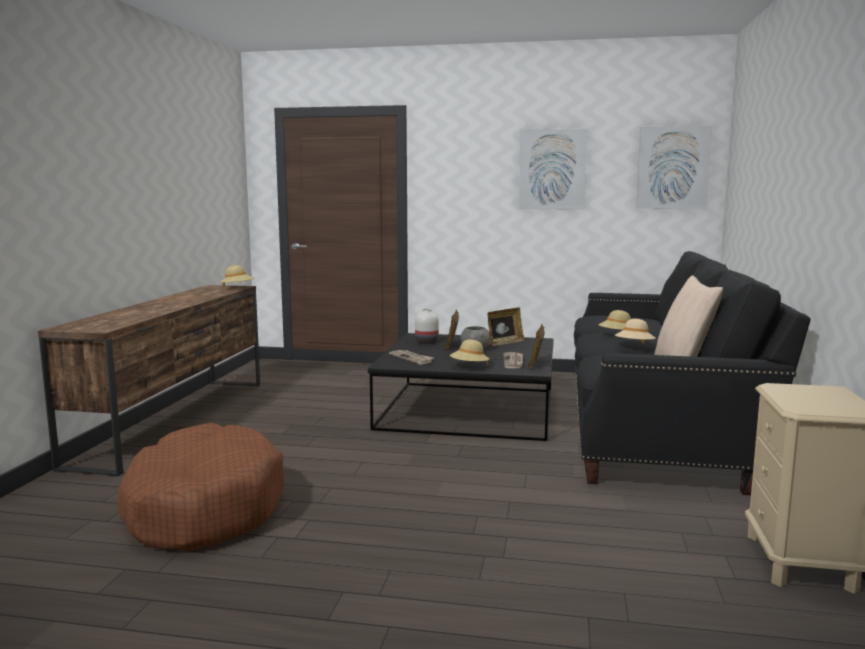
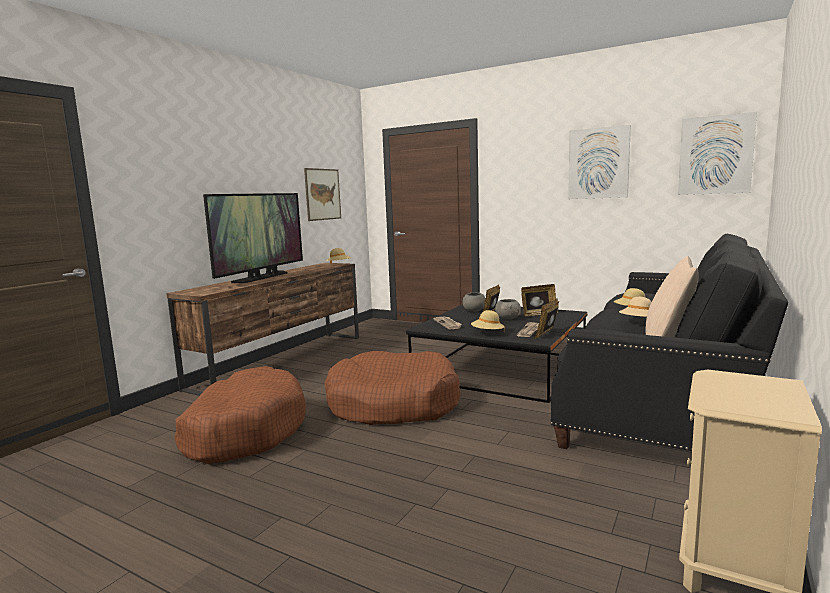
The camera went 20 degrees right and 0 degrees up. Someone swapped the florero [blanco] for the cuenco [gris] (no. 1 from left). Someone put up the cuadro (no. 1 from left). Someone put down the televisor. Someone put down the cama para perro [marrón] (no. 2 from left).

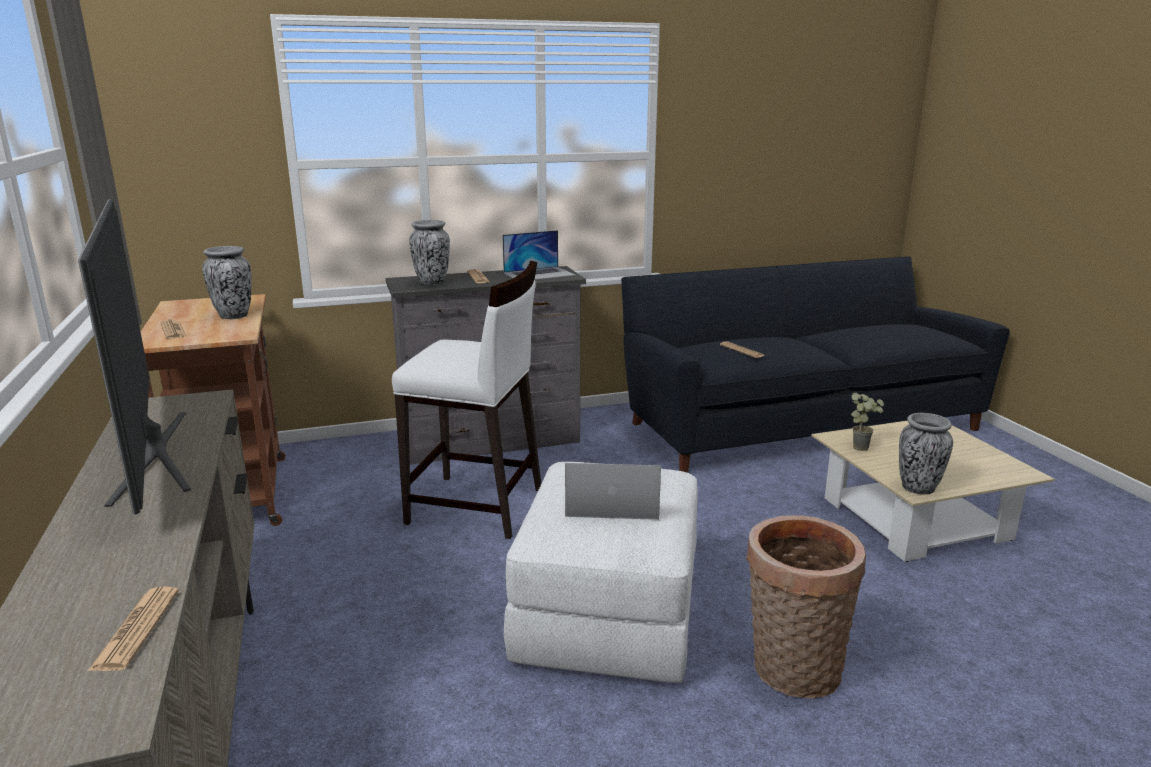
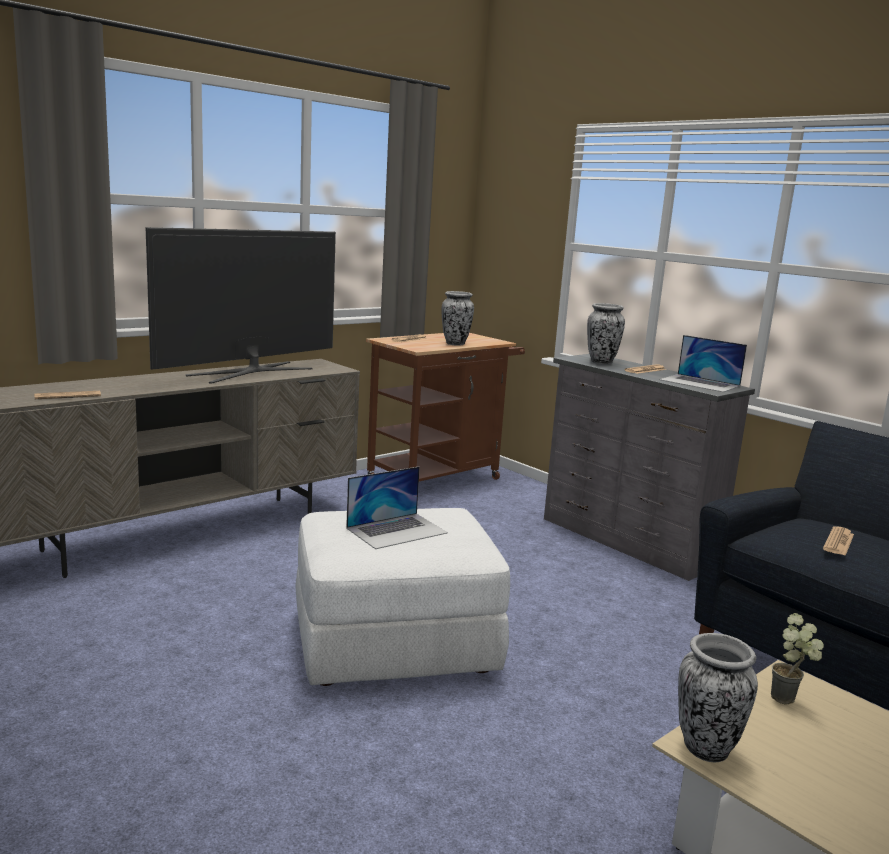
The camera went 65 degrees right and 5 degrees down. Someone took away the taburete [blanco]. Someone rotated the portátil (no. 2 from left in the first image) by 75 degrees clockwise. Someone took away the cesta.

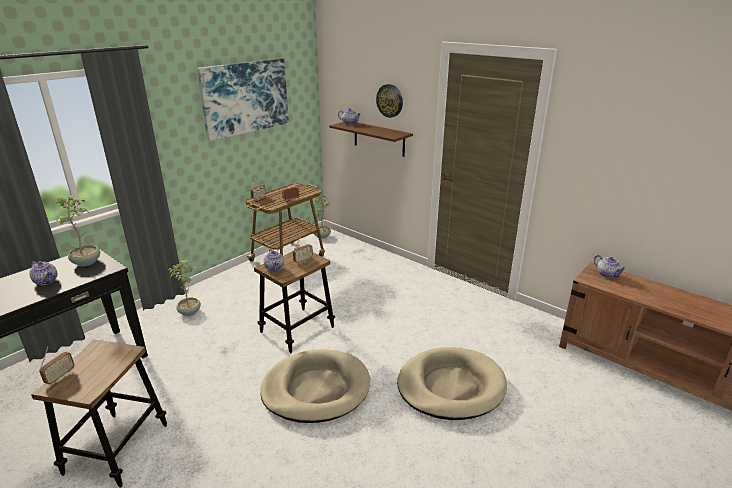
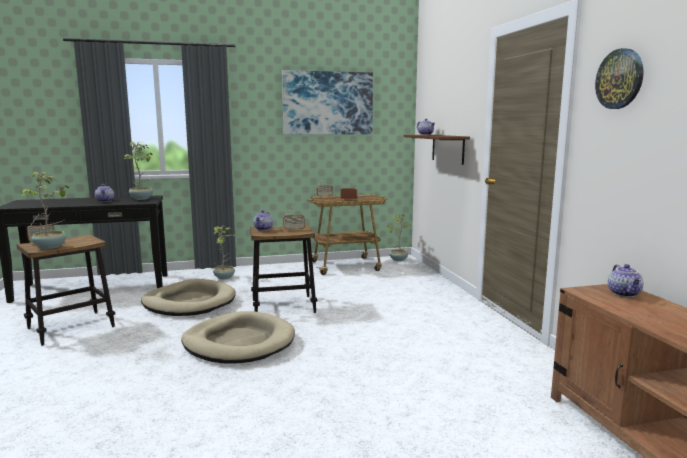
The camera went 35 degrees right and 15 degrees down. Someone carried the reloj de pared. Someone carried the cama para perro [beis] (no. 2 from left in the first image). Someone put down the planta en maceta (no. 1 from left).

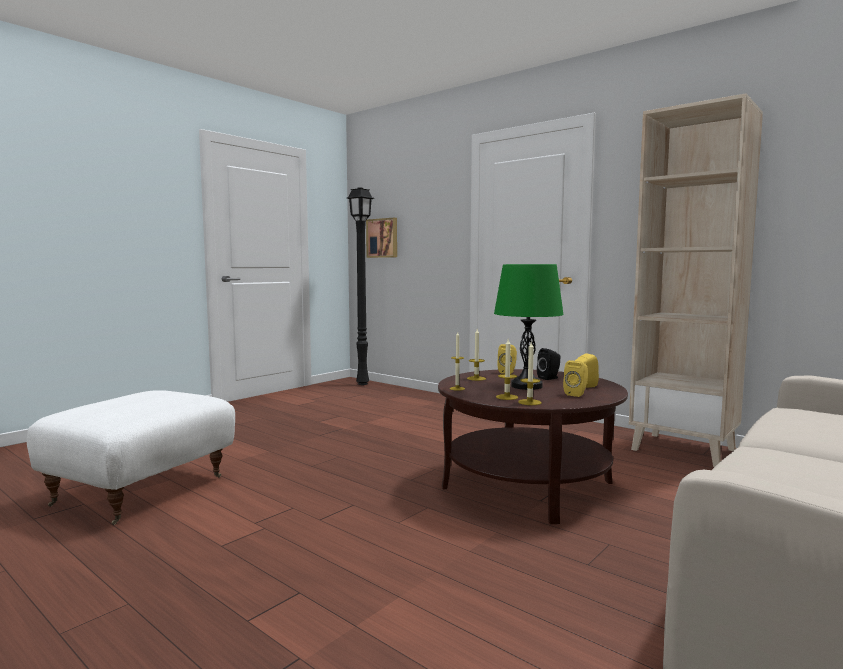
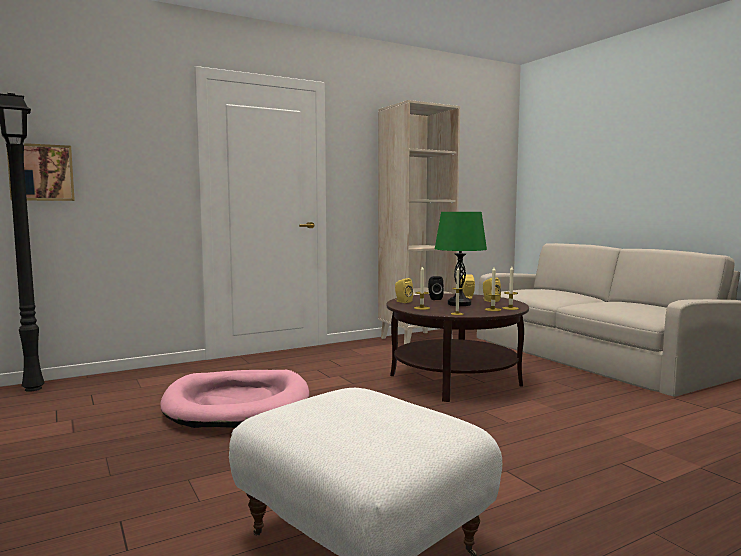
The camera went 70 degrees left and 0 degrees up. Someone put down the cama para perro [rosa].

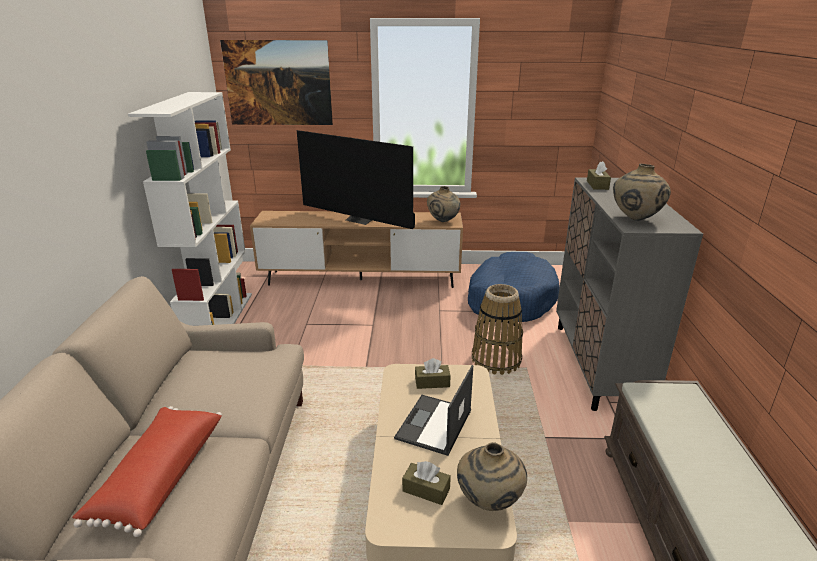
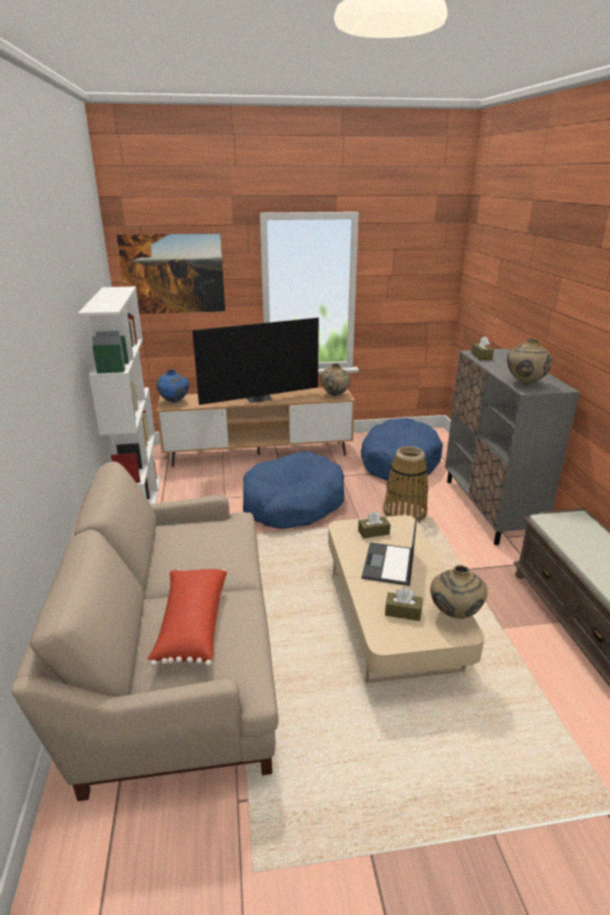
The camera went 10 degrees left and 0 degrees up. Someone rotated the televisor by 45 degrees counterclockwise. Someone put down the florero [azul]. Someone put down the cama para perro [azul] (no. 1 from left).

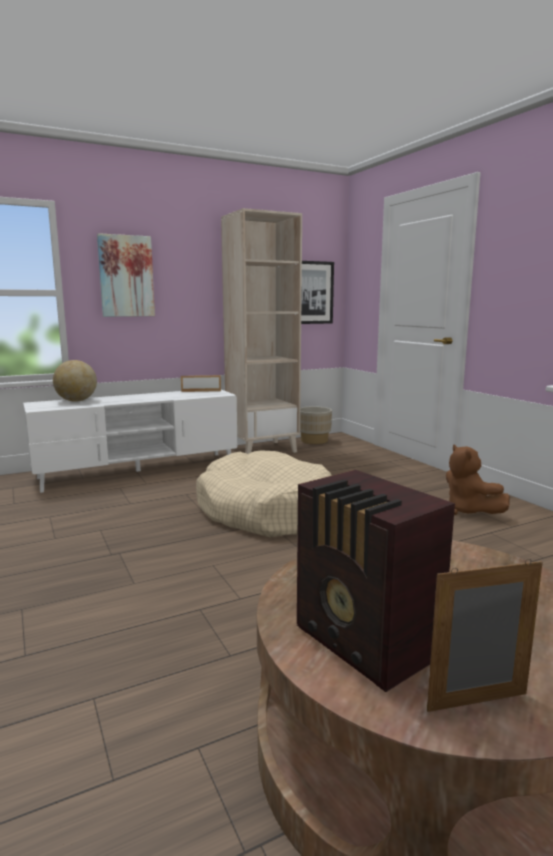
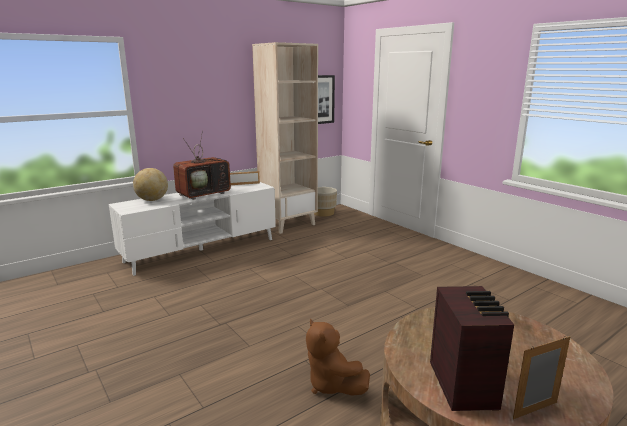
The camera went 10 degrees left and 5 degrees up. Someone took away the cuadro (no. 1 from left). Someone carried the peluche [marrón]. Someone took away the cama para perro [beis]. Someone rotated the radio by 135 degrees counterclockwise. Someone put down the televisor.

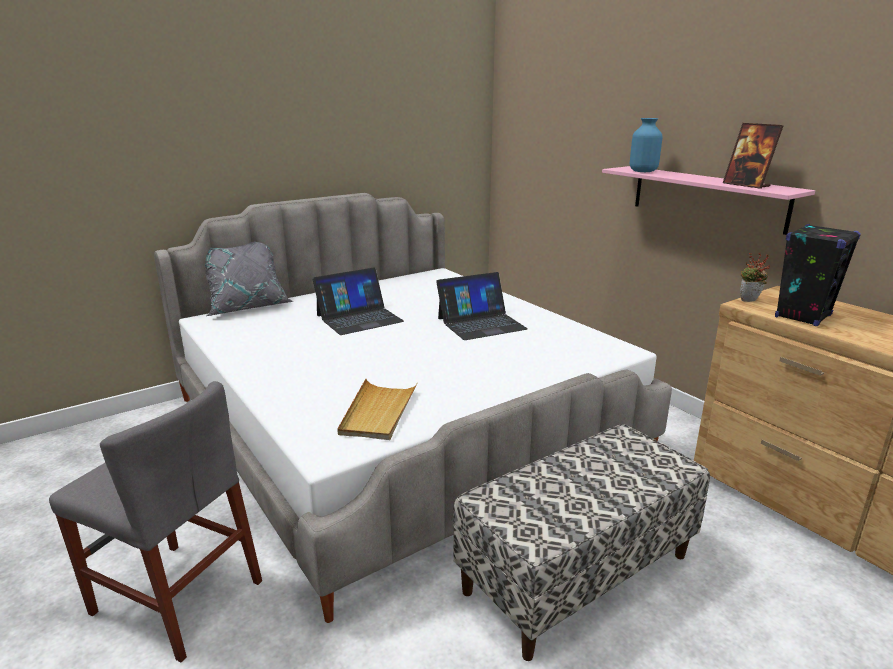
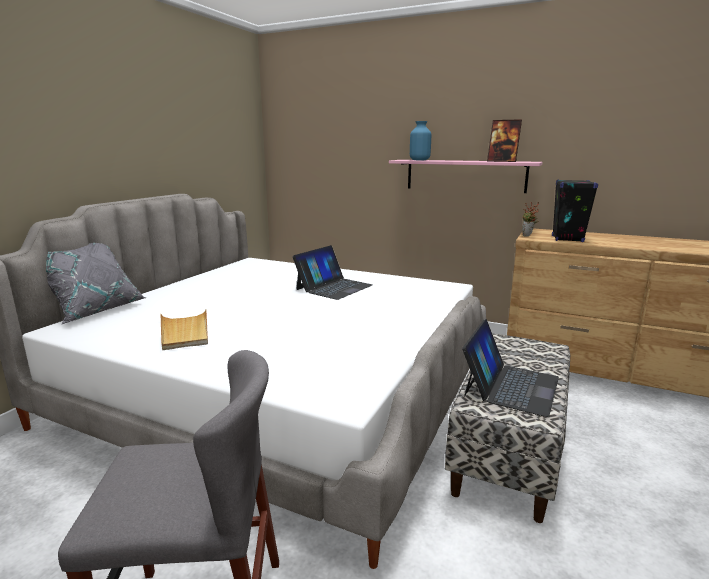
The camera went 30 degrees left and 5 degrees down. Someone carried the portátil (no. 1 from left in the first image). Someone carried the bandeja [beis].

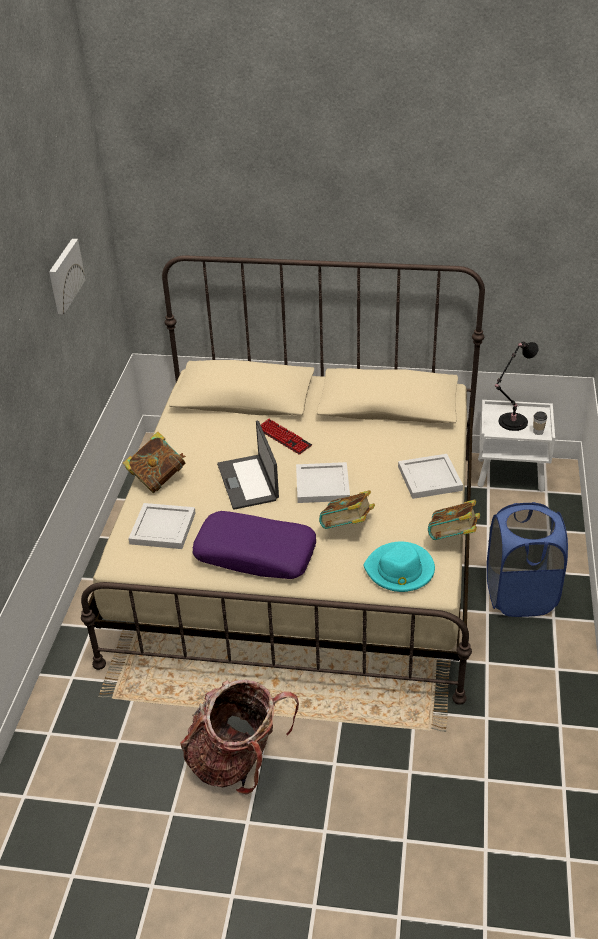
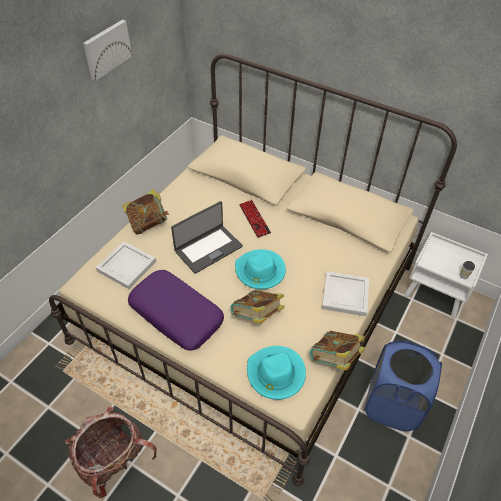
The camera went 20 degrees right and 10 degrees up. Someone took away the lámpara de mesa [negro]. Someone rotated the portátil by 135 degrees counterclockwise. Someone swapped the bandeja [blanco] (no. 2 from left) for the sombrero [turquesa] (no. 1 from left).

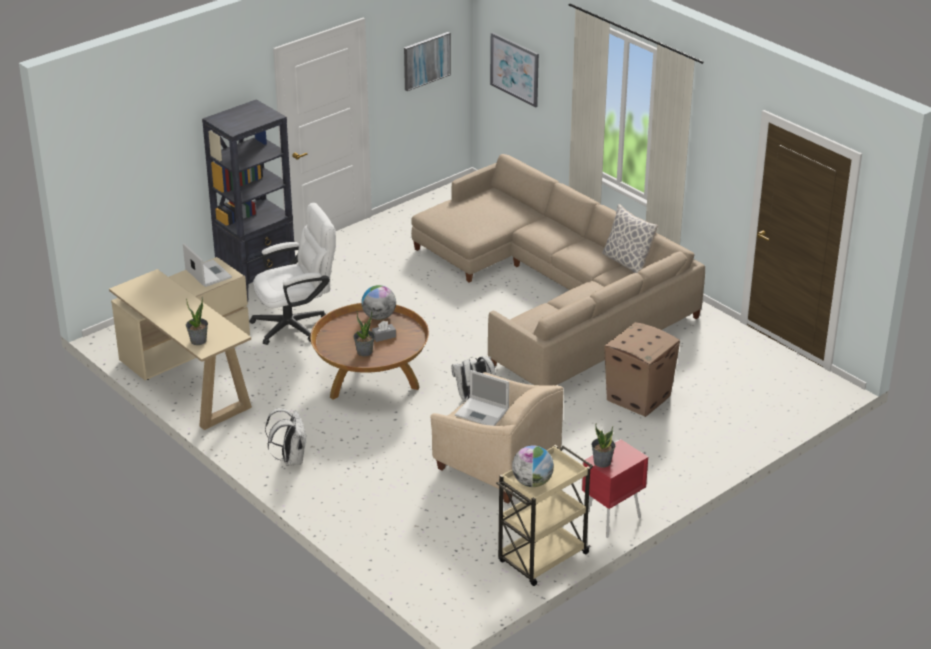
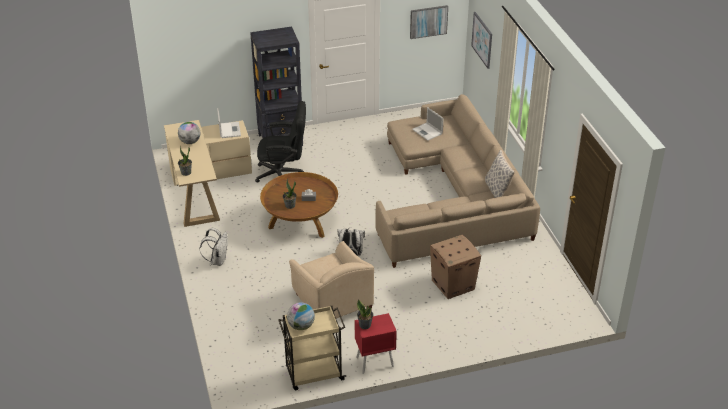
The camera went 25 degrees right and 5 degrees up. Someone repainted the silla de oficina [blanco], which became the silla de oficina [negro]. Someone carried the globo terráqueo (no. 1 from left). Someone carried the portátil (no. 2 from left).

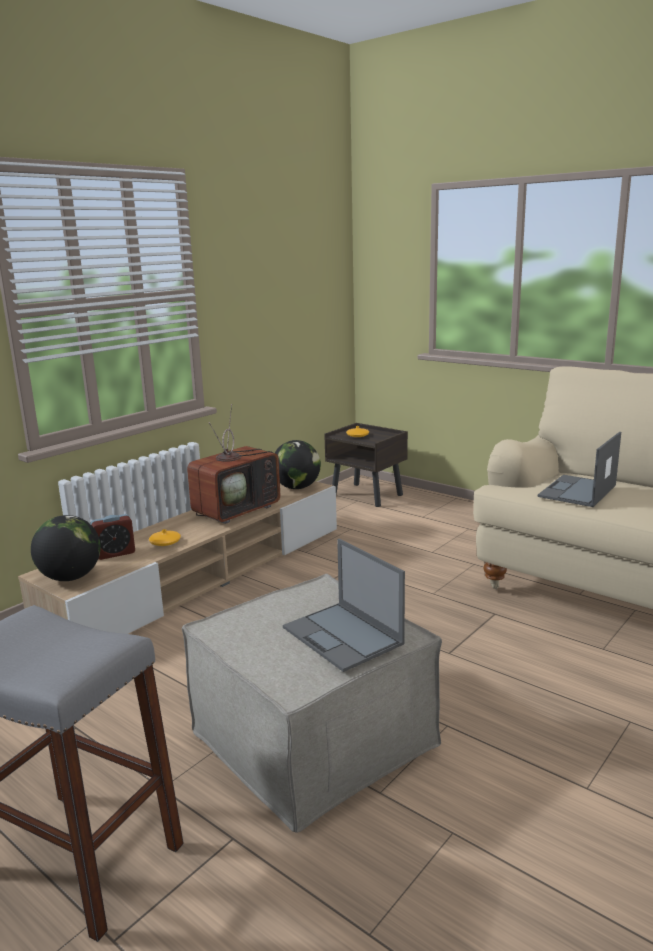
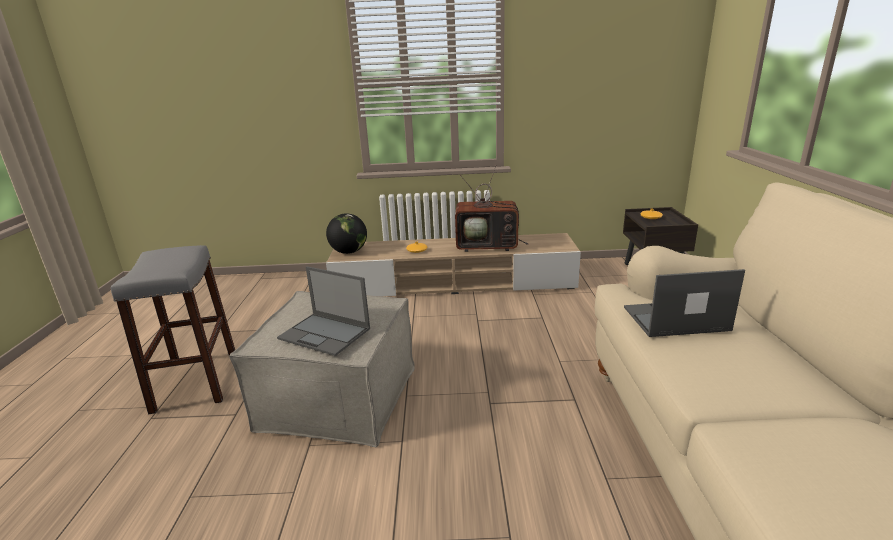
The camera went 50 degrees right and 5 degrees up. Someone took away the globo terráqueo (no. 2 from left). Someone took away the despertador. Someone rotated the portátil (no. 1 from left) by 75 degrees counterclockwise.

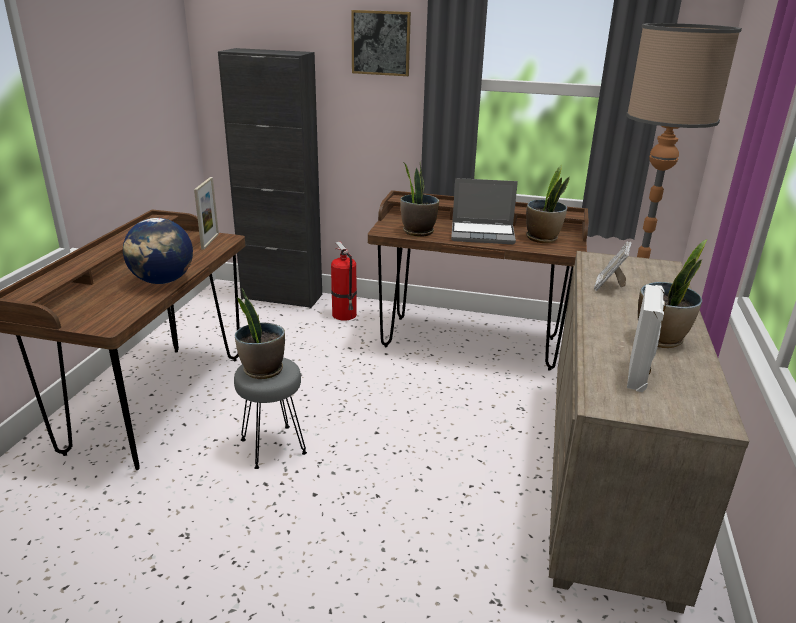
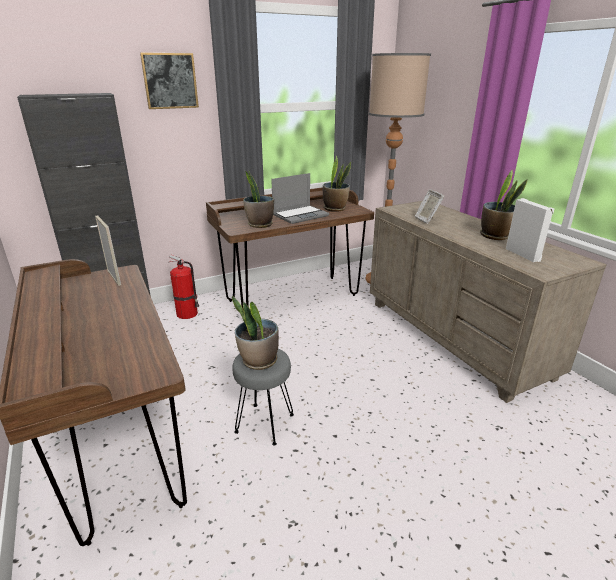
The camera went 40 degrees left and 0 degrees up. Someone took away the globo terráqueo.

